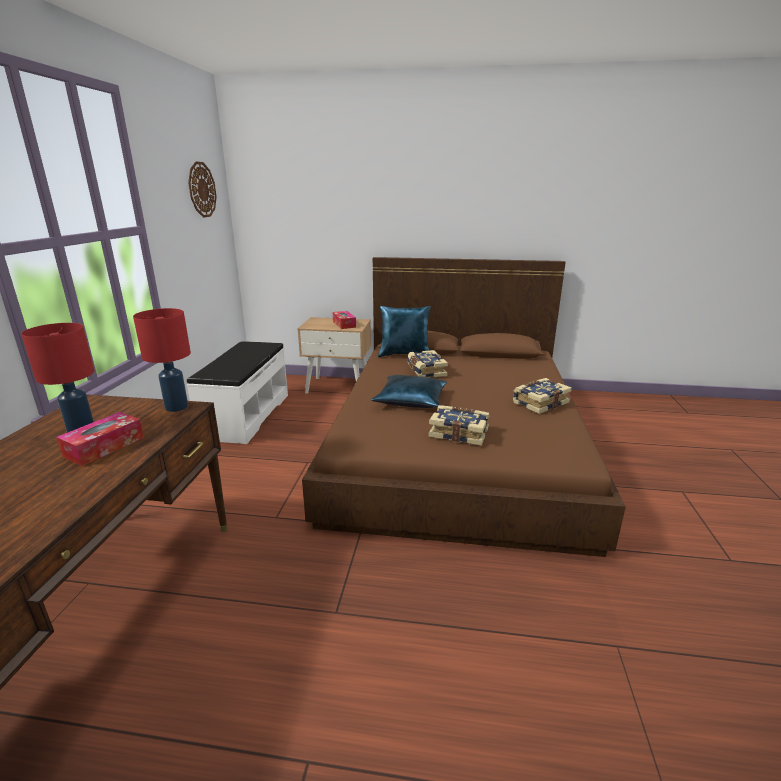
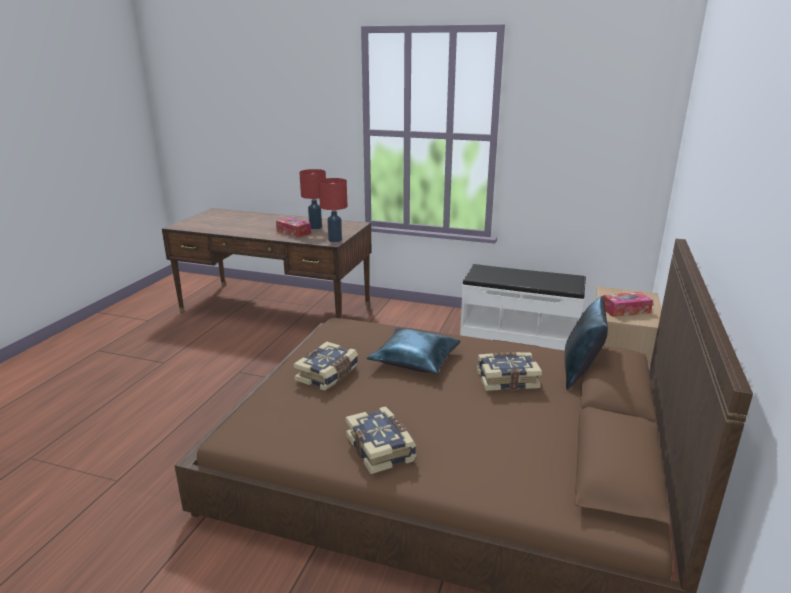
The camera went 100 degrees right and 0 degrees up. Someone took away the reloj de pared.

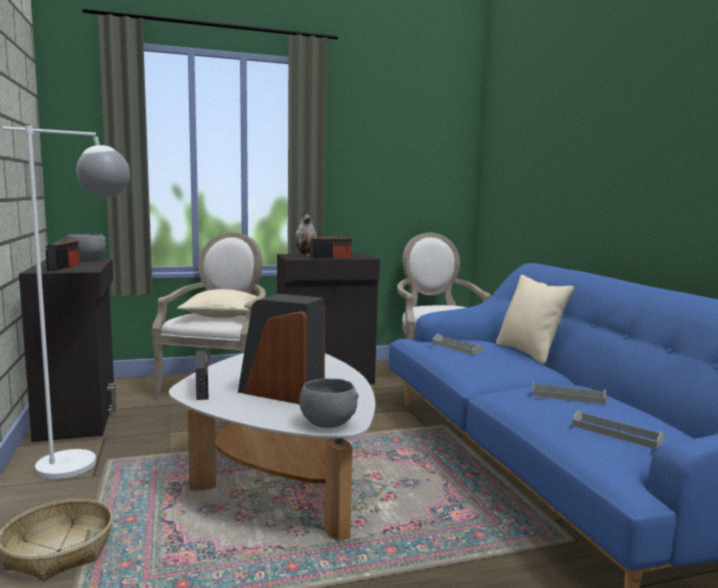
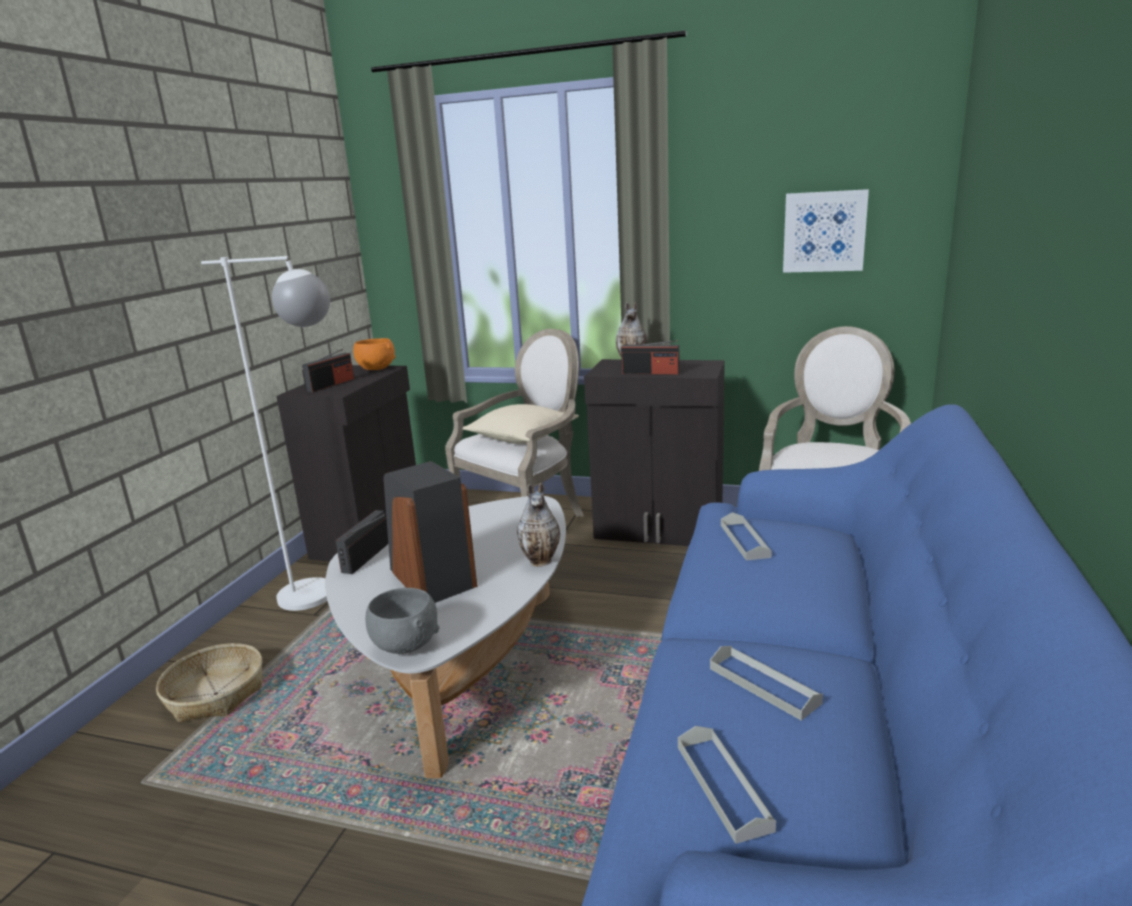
The camera went 35 degrees right and 10 degrees up. Someone repainted the cuenco [gris] (no. 1 from left), which became the cuenco [naranja]. Someone took away the cojín [beis] (no. 2 from left). Someone put up the cuadro. Someone put down the florero (no. 1 from left).

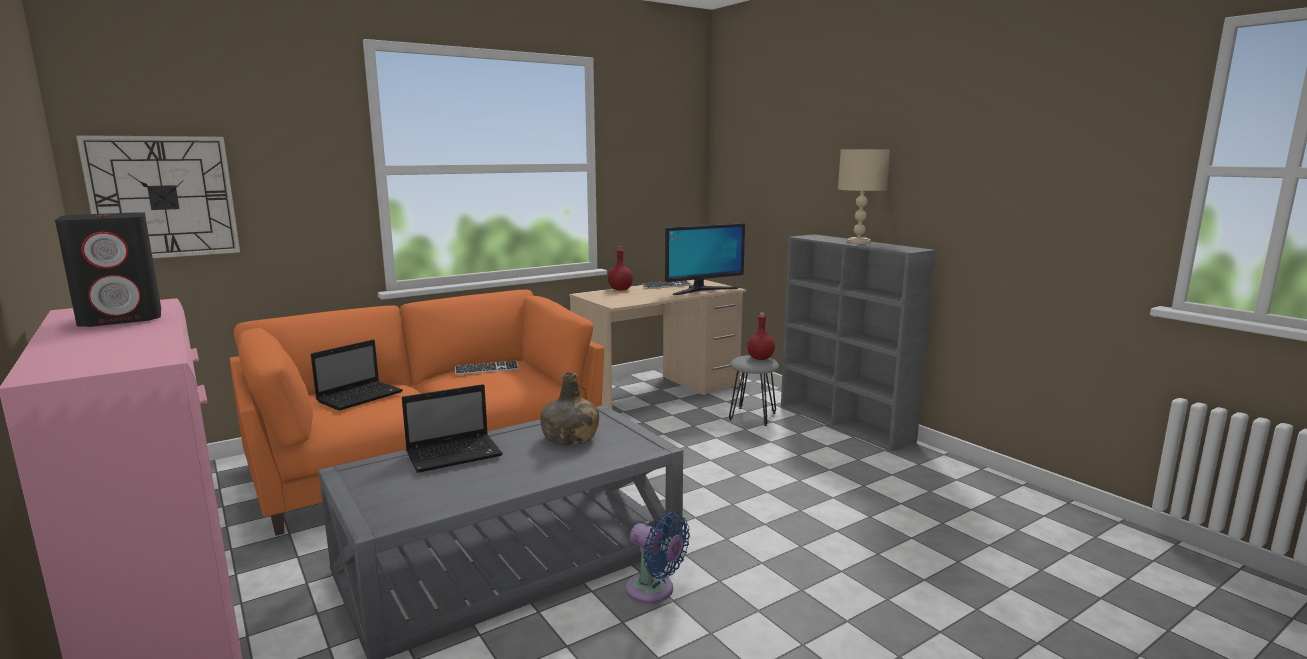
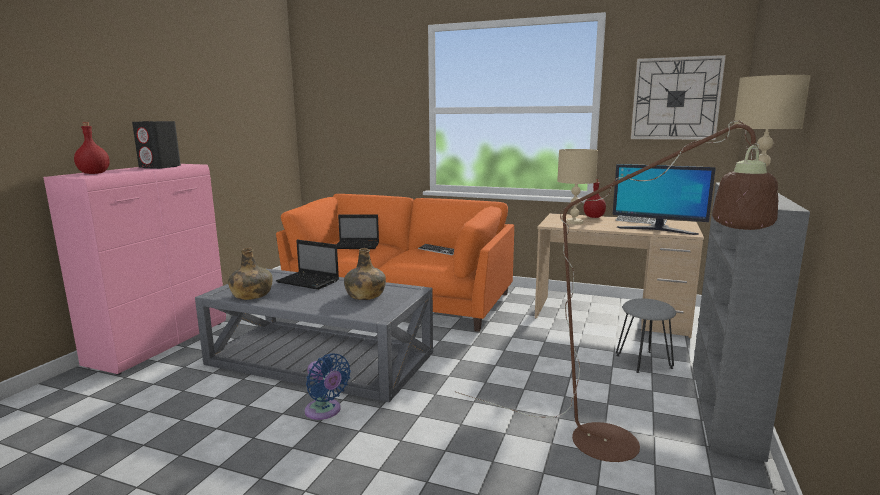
The camera went 55 degrees right and 0 degrees up. Someone carried the reloj de pared. Someone carried the botella [rojo] (no. 2 from left in the first image). Someone rotated the ventilador [azul] by 45 degrees counterclockwise. Someone put down the lámpara de pie [marrón]. Someone put down the lámpara de mesa [beis] (no. 1 from left). Someone put down the botella [verde] (no. 1 from left).

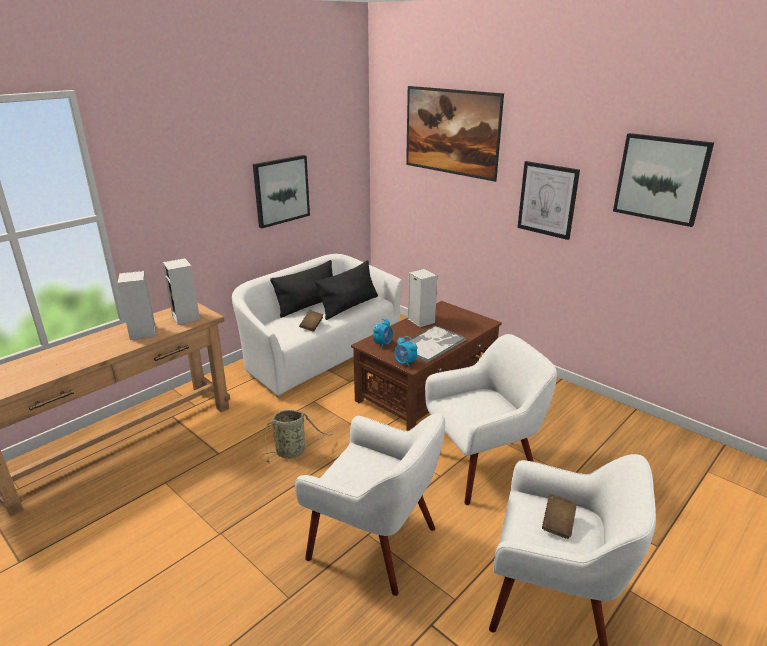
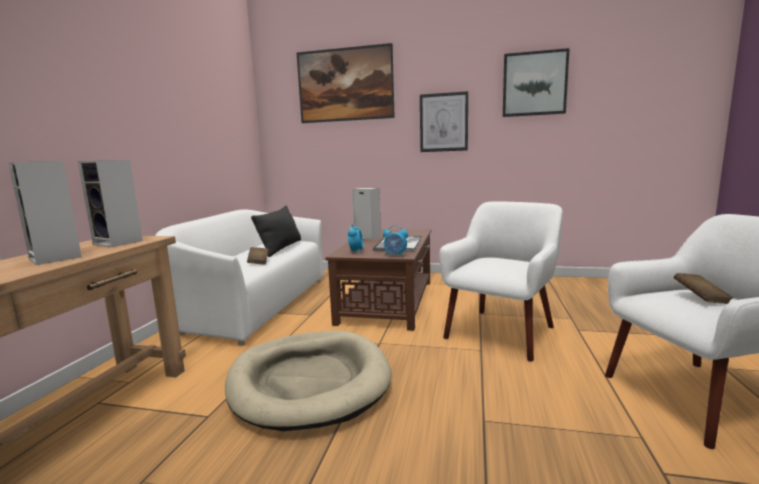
The camera went 30 degrees left and 15 degrees down. Someone took away the cuadro (no. 1 from left). Someone took away the cojín [negro] (no. 1 from left). Someone swapped the cesta for the cama para perro [beis]. Someone took away the sillón [blanco] (no. 1 from left).

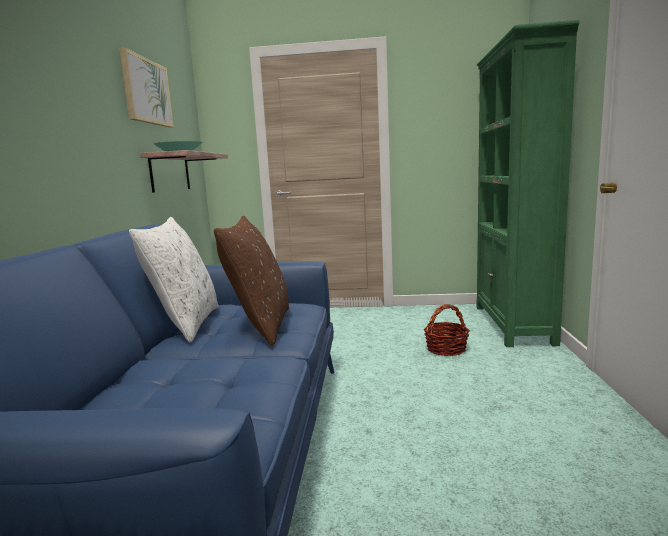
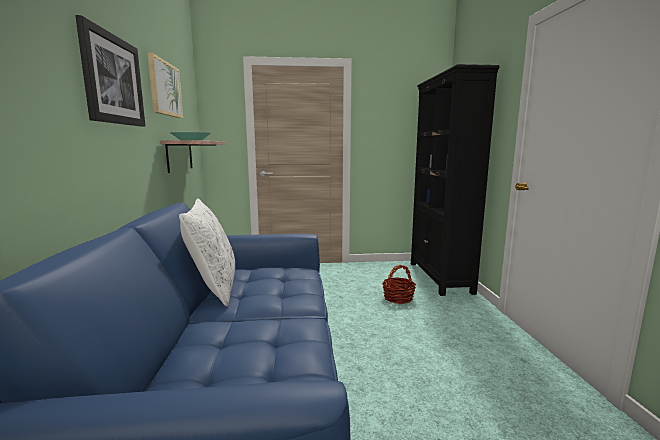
The camera went 10 degrees left and 0 degrees up. Someone repainted the estantería [verde], which became the estantería [negro]. Someone took away the cojín [marrón]. Someone put up the cuadro (no. 1 from left).

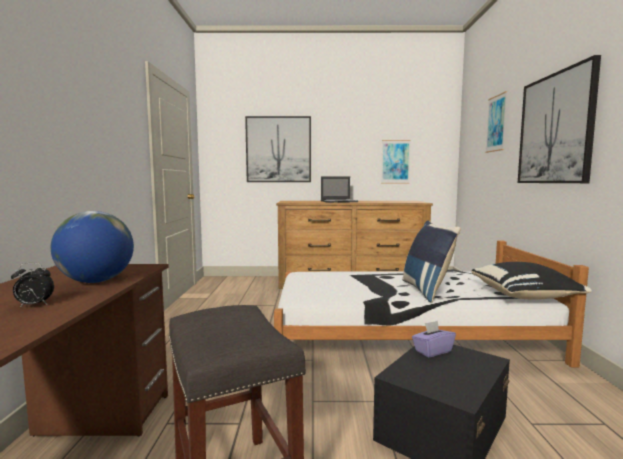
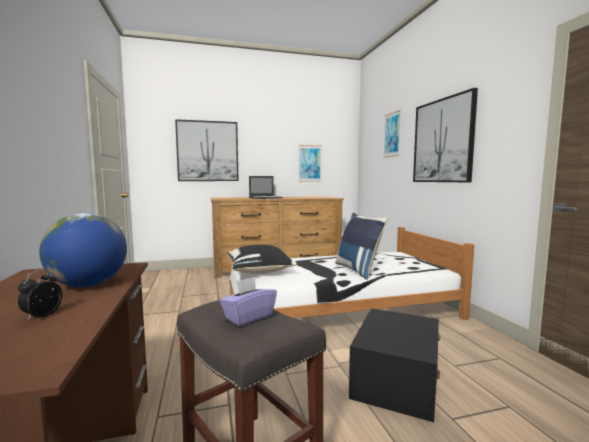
The camera went 15 degrees left and 0 degrees up. Someone carried the cojín [negro]. Someone rotated the despertador by 135 degrees clockwise. Someone carried the caja de pañuelos [morado].

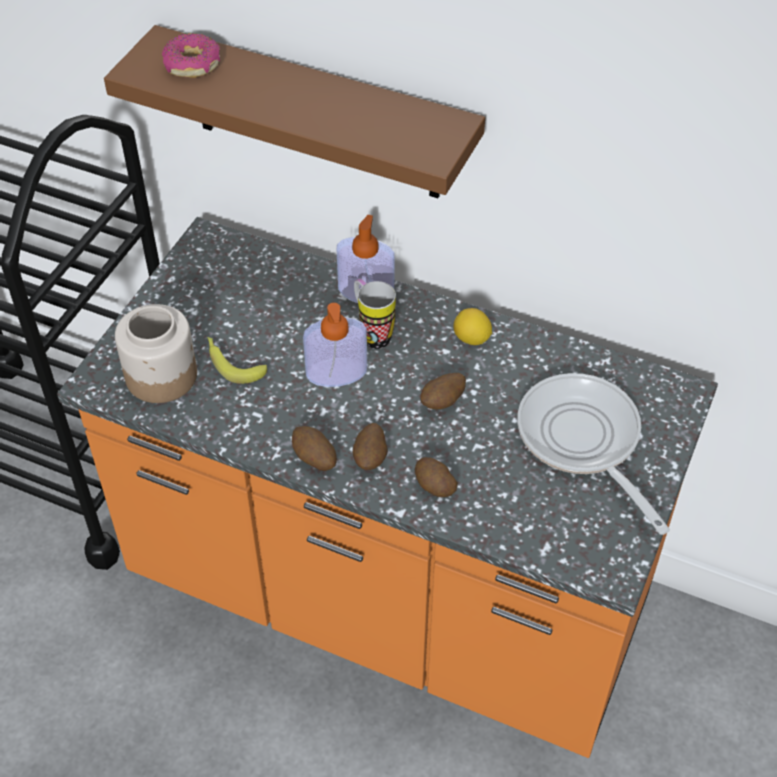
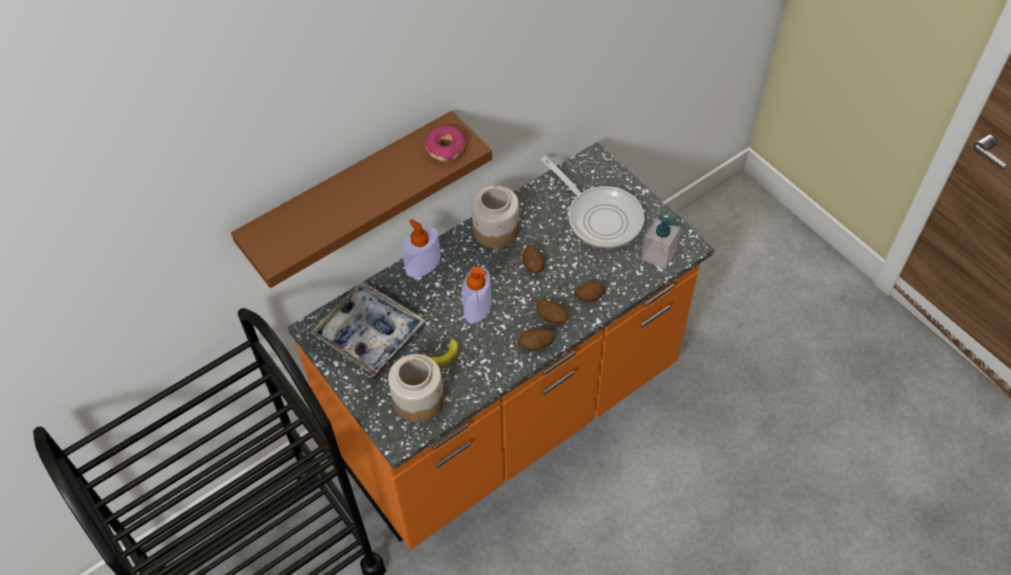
The camera went 60 degrees left and 5 degrees up. Someone carried the rosquilla. Someone took away the taza grande. Someone swapped the limón for the tarro (no. 2 from left). Someone rotated the sartén by 135 degrees counterclockwise. Someone put down the dispensador de jabón (no. 3 from left). Someone put down the bandeja.

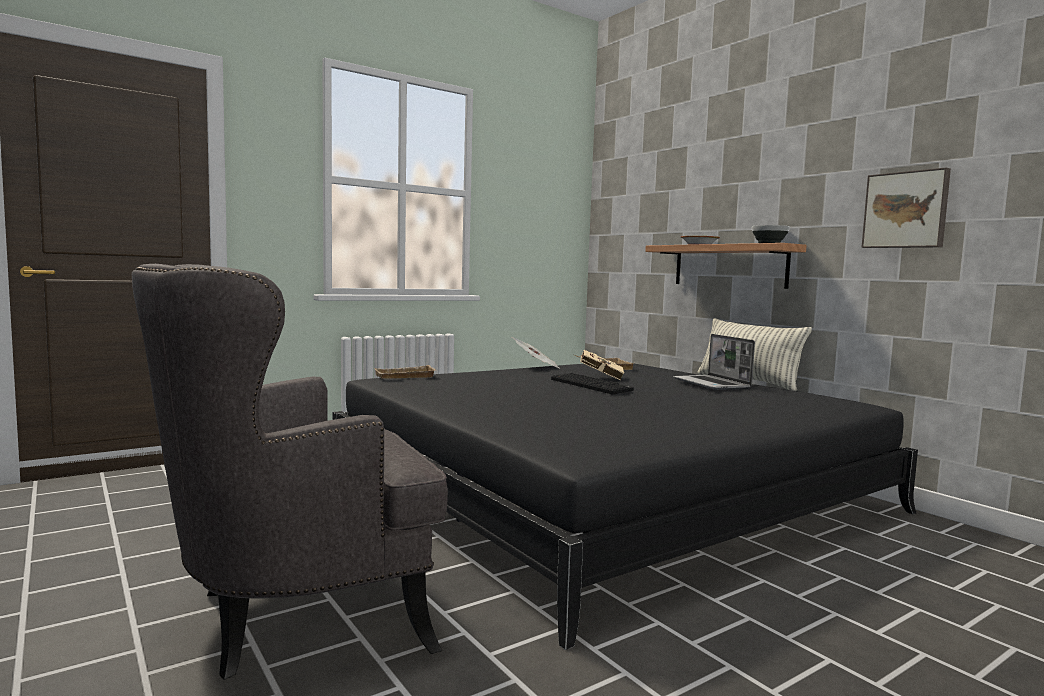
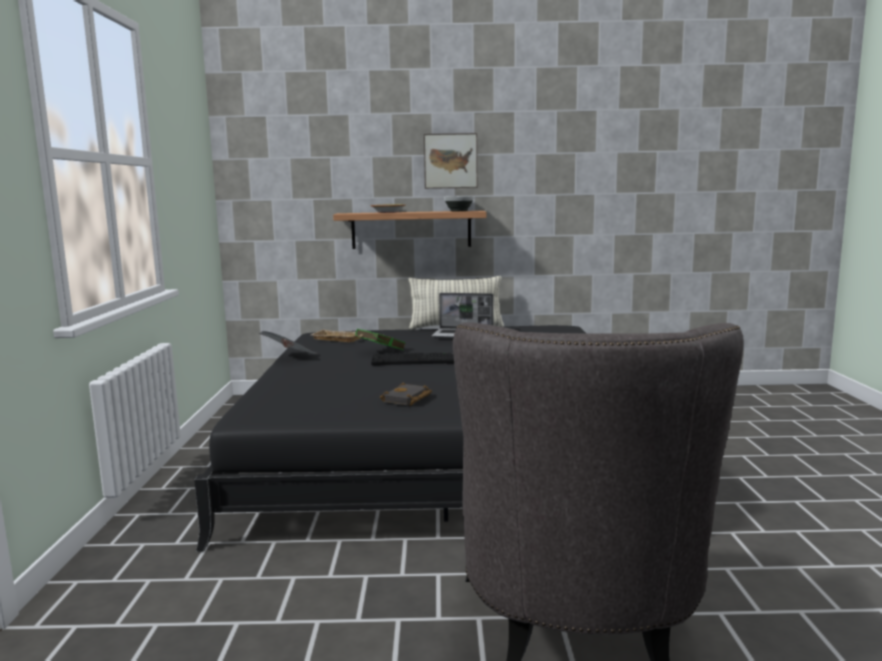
The camera went 55 degrees left and 5 degrees up. Someone carried the cuadro. Someone repainted the libro [beis], which became the libro [verde]. Someone took away the bandeja [beis] (no. 1 from left). Someone put down the libro [negro].

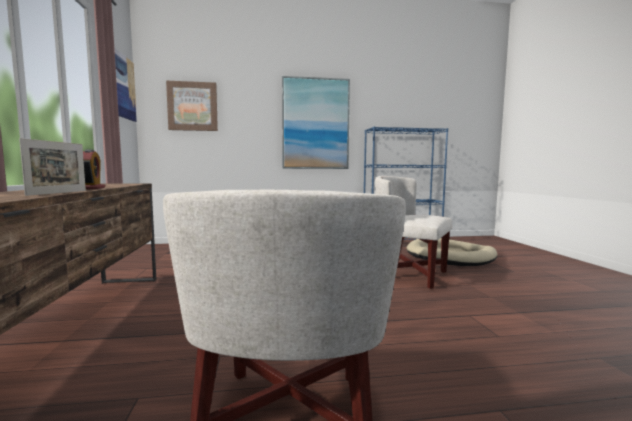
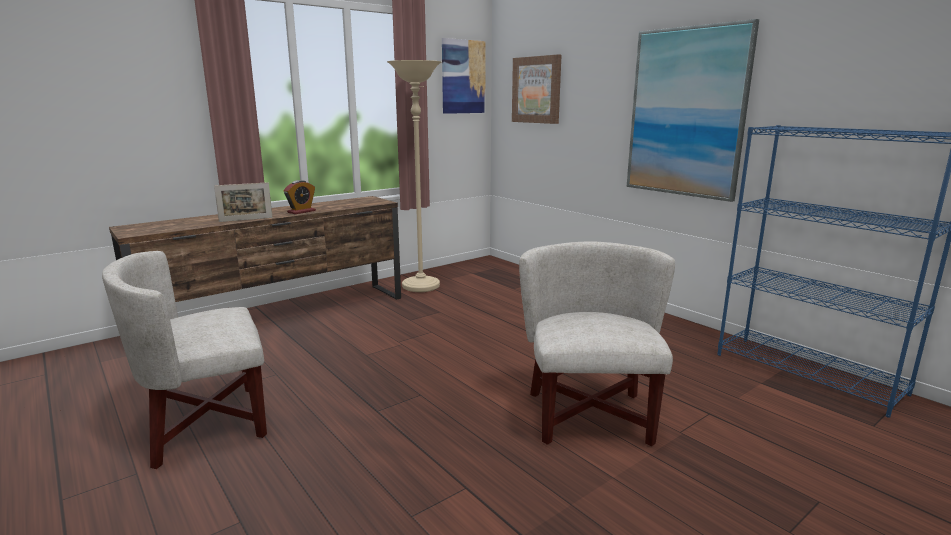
The camera went 60 degrees right and 10 degrees up. Someone took away the cama para perro [beis]. Someone put down the lámpara de pie [beis].

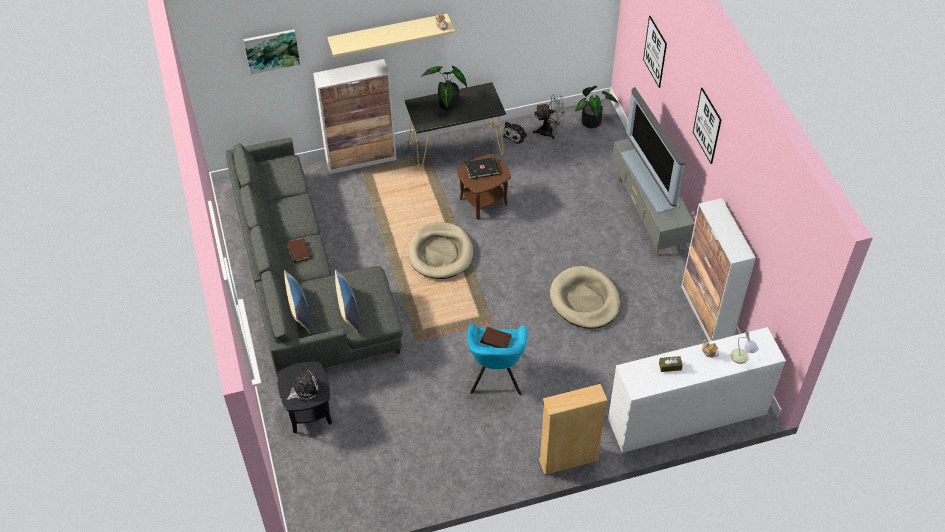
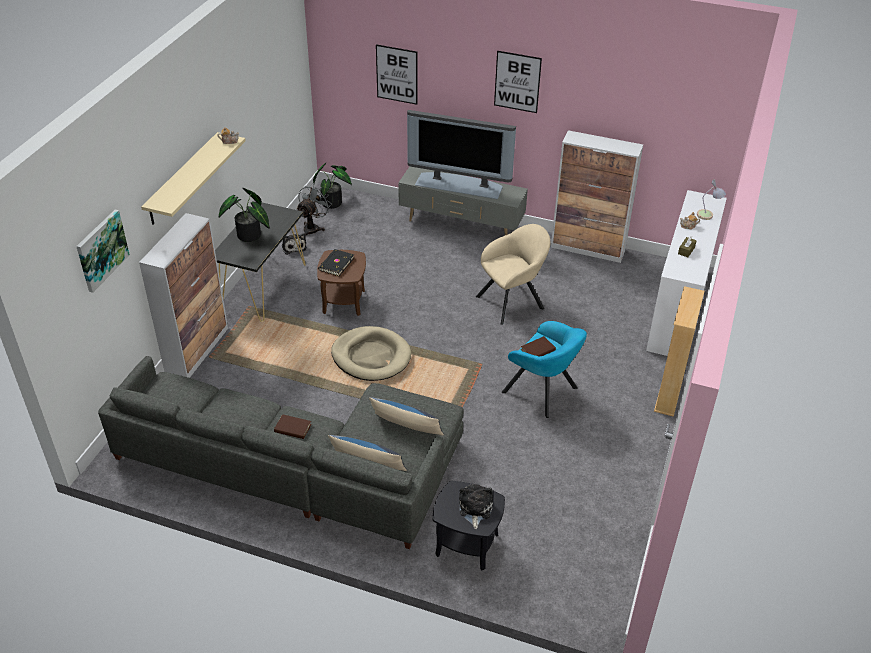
The camera went 55 degrees left and 10 degrees down. Someone swapped the cama para perro [beis] (no. 2 from left) for the sillón [beis].

